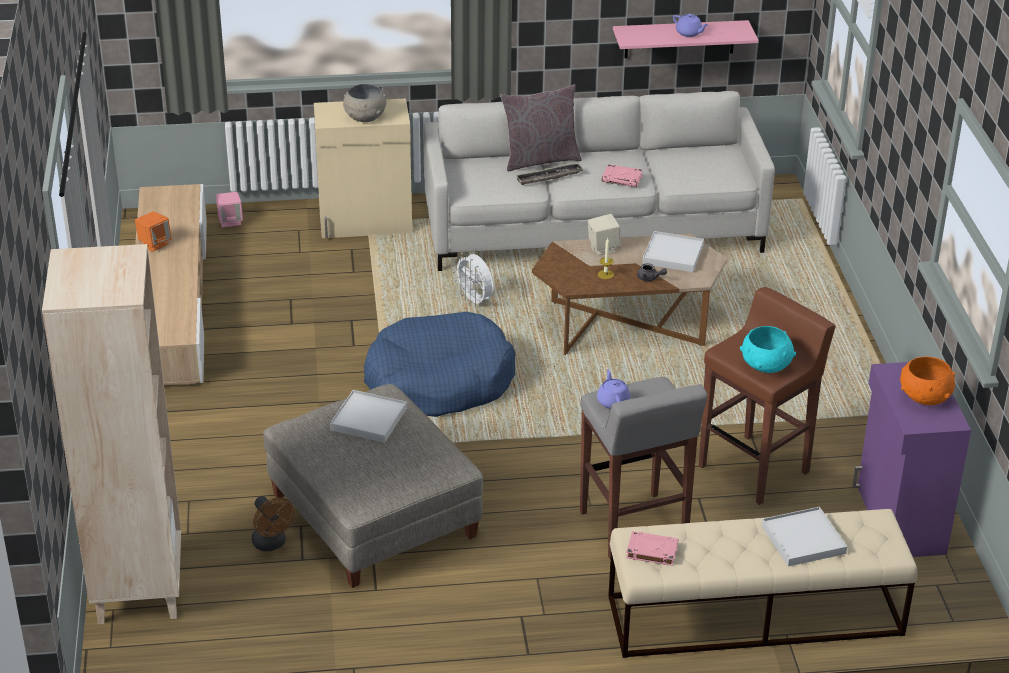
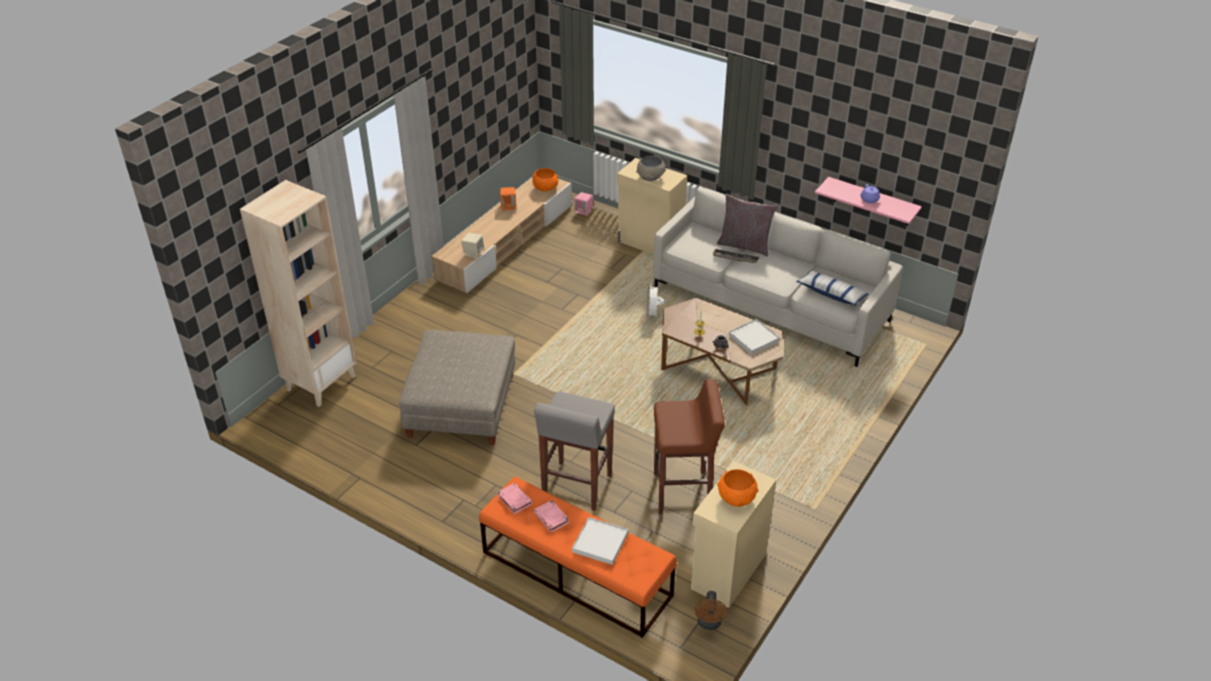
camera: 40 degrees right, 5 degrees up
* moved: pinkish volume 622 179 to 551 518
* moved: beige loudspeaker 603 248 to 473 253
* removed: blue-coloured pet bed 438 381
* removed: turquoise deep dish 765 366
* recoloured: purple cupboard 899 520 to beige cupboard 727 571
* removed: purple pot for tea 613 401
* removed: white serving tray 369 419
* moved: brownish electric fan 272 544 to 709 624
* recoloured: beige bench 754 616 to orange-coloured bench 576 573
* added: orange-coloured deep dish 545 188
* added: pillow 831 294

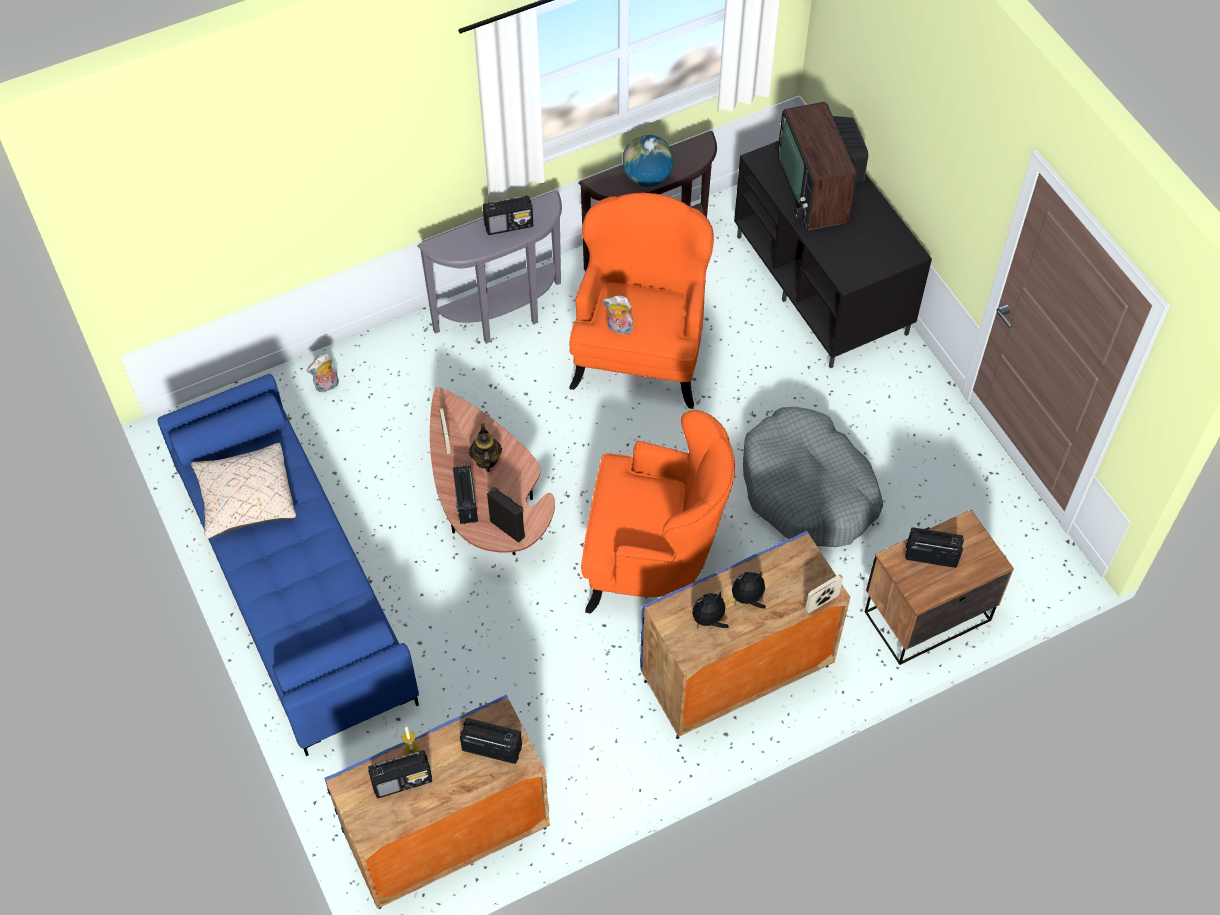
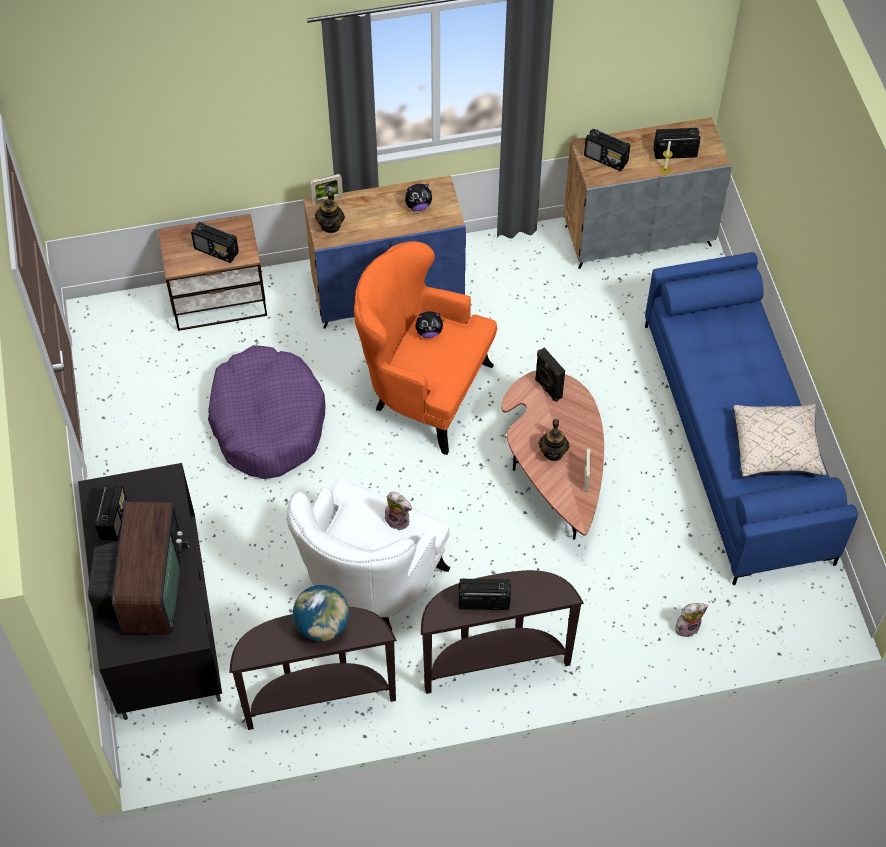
camera: 165 degrees left, 0 degrees up
* recoloured: grey hall table 504 317 to brownish hall table 493 661
* recoloured: orange-coloured easy chair 640 355 to white easy chair 369 586
* recoloured: grey pet bed 808 489 to purple pet bed 267 421
* moved: radio 466 503 to 114 519
* moved: cuddly toy 748 598 to 429 332
* recoloured: blue-coloured cupboard 447 837 to grey cupboard 638 235
* added: pot for tea 330 225

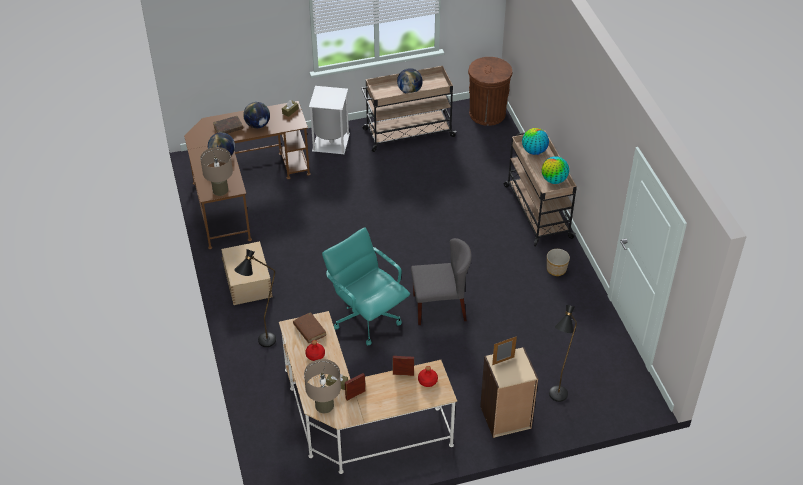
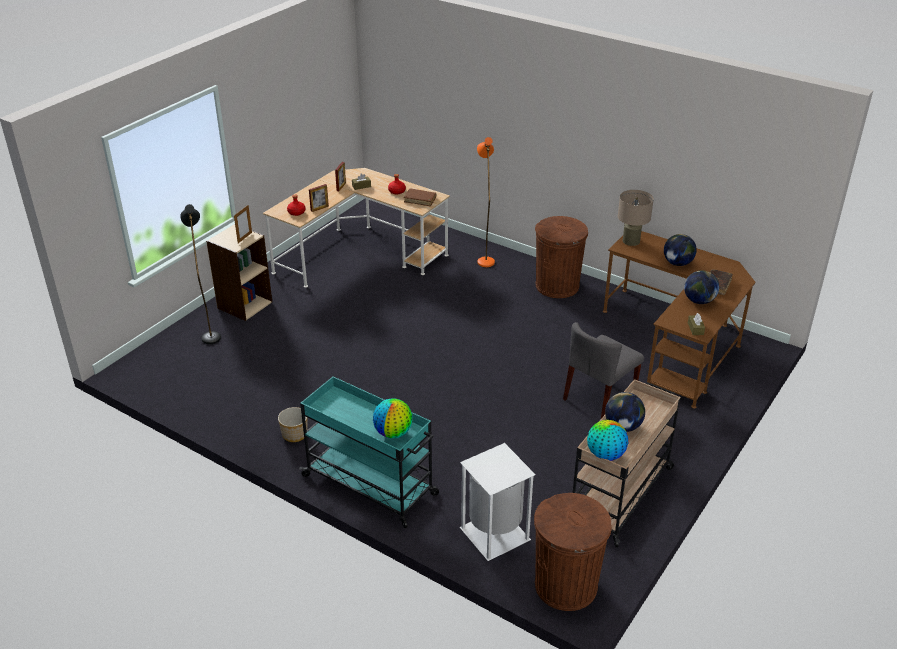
camera: 140 degrees right, 10 degrees down
* moved: white trash can 330 142 to 495 533
* recoloured: beige trolley 537 211 to turquoise trolley 371 485
* moved: globe 554 180 to 605 455
* removed: turquoise computer chair 367 317
* moved: grey chair 440 307 to 599 397
* replaced: beige storage container 248 281 to brownish trash can 557 286
* recoloured: blackish standing lamp 263 345 to orange-coloured standing lamp 484 259
* removed: beige table lamp 324 405

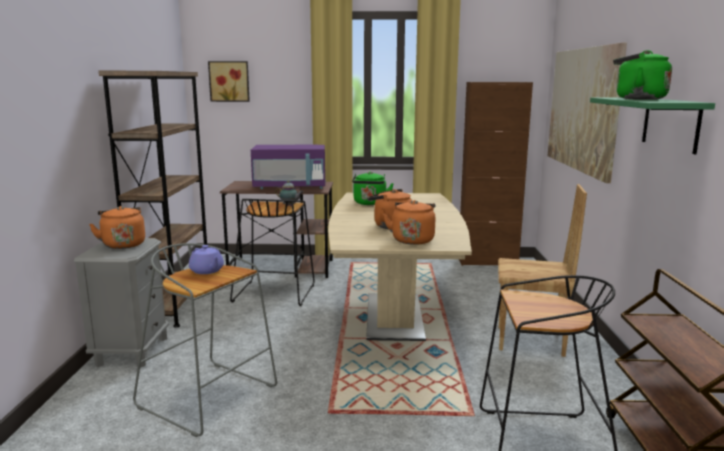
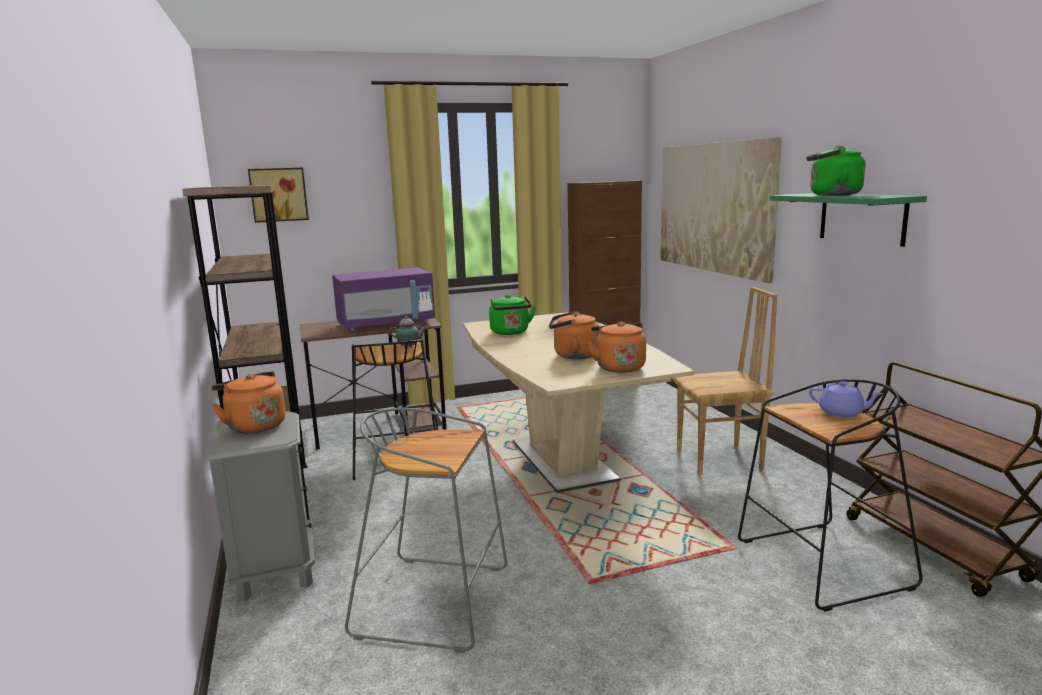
camera: 20 degrees left, 0 degrees up
* moved: purple pot for tea 207 271 to 842 413

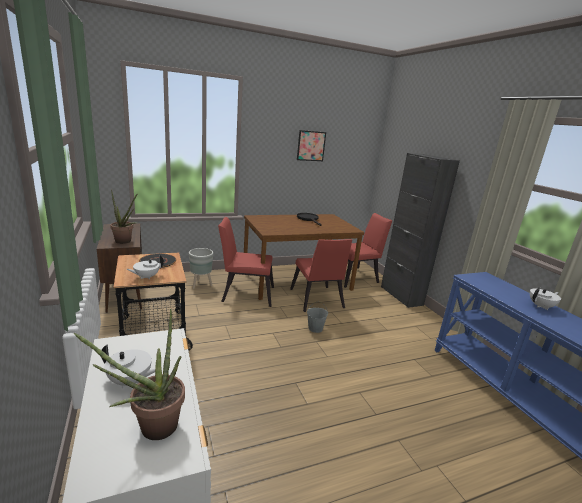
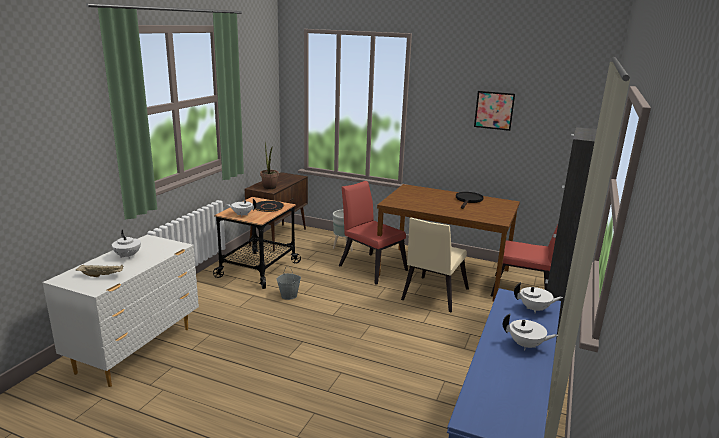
camera: 45 degrees right, 0 degrees up
* recoloured: reddish chair 316 300 to beige chair 432 296
* moved: grey water bucket 315 328 to 289 296
* replaced: potted plant 151 429 to beige serving tray 102 275
* added: white pot for tea 534 309

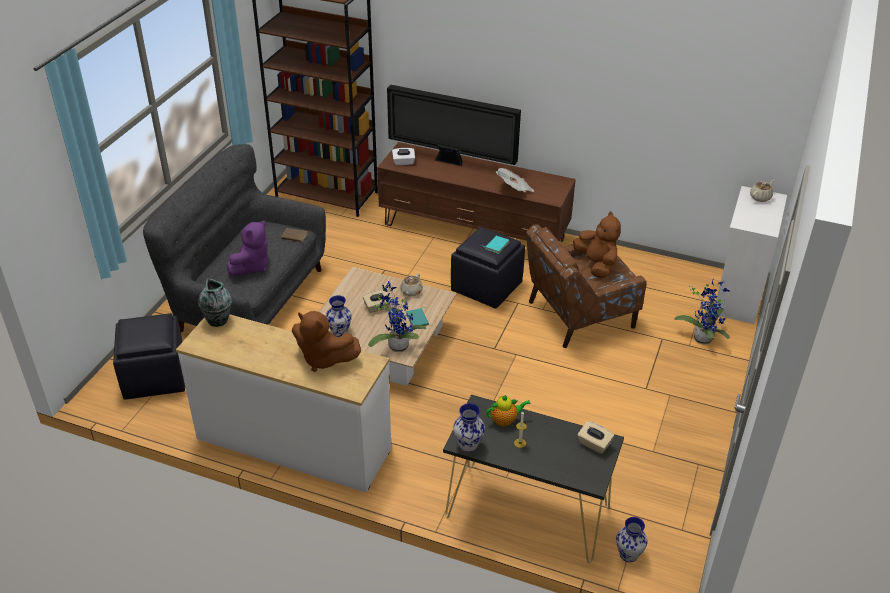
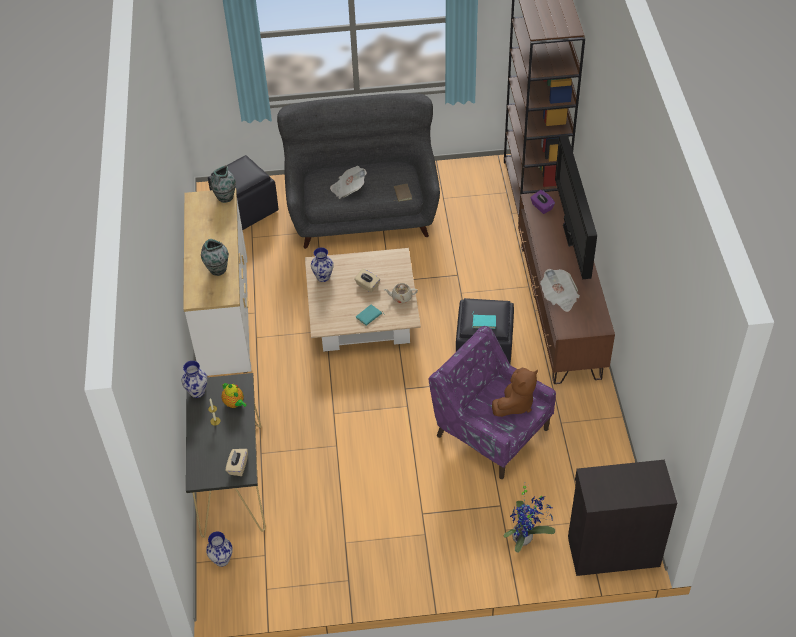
camera: 65 degrees right, 10 degrees up
* recoloured: white tissue holder 403 162 to purple tissue holder 541 207
* removed: beige pot for tea 760 197
* recoloured: white cupboard 737 296 to blackish cupboard 612 550
* replaced: purple cuddly toy 252 266 to daily paper 348 189
* recoloured: brownish easy chair 578 315 to purple easy chair 491 431
* removed: potted plant 396 345
* replaced: brownish cuddly toy 323 359 to flower vase 217 269

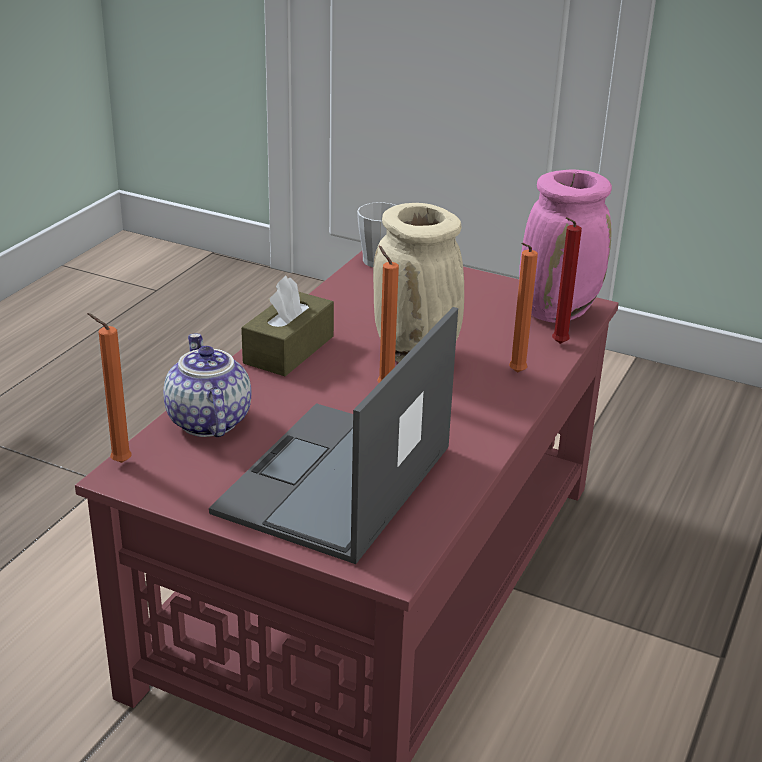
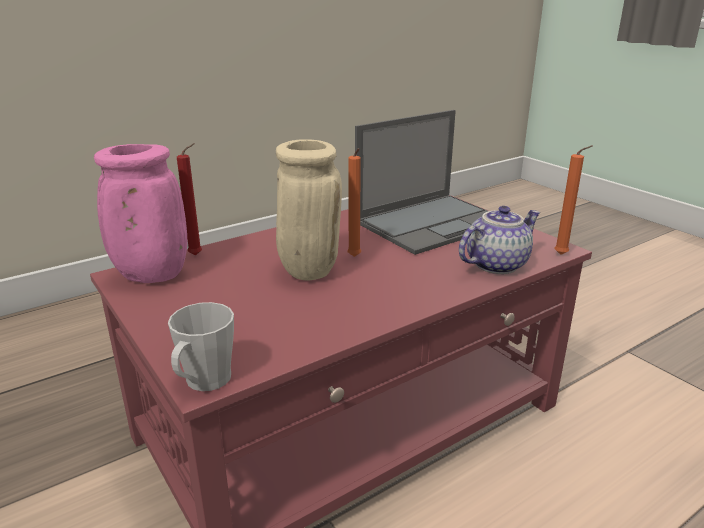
camera: 150 degrees left, 5 degrees down
* removed: orange-coloured wax candle 515 373
* removed: brownish tissue holder 289 350
* turned: pot for tea 206 421 = 496 264 135 degrees counterclockwise

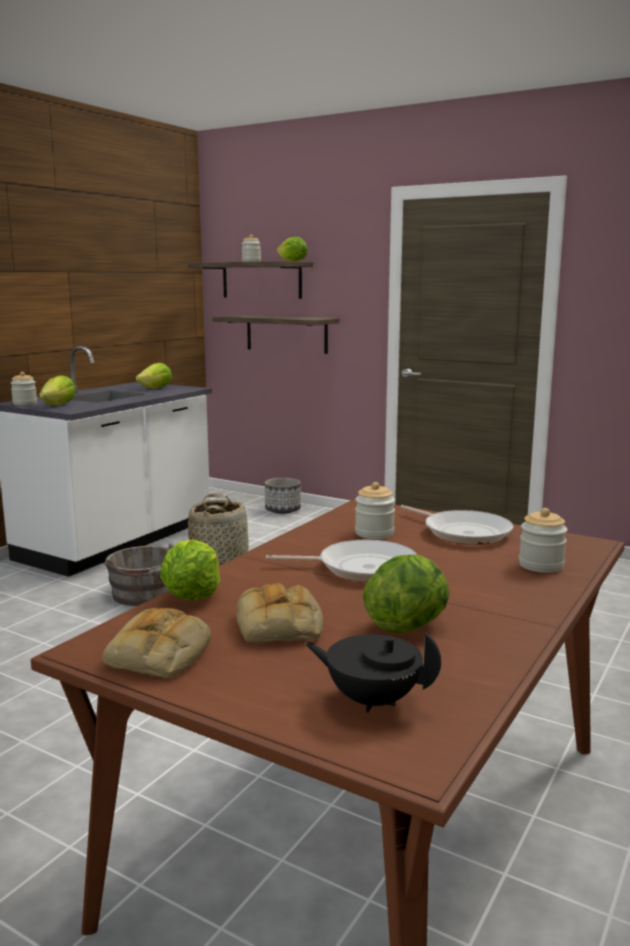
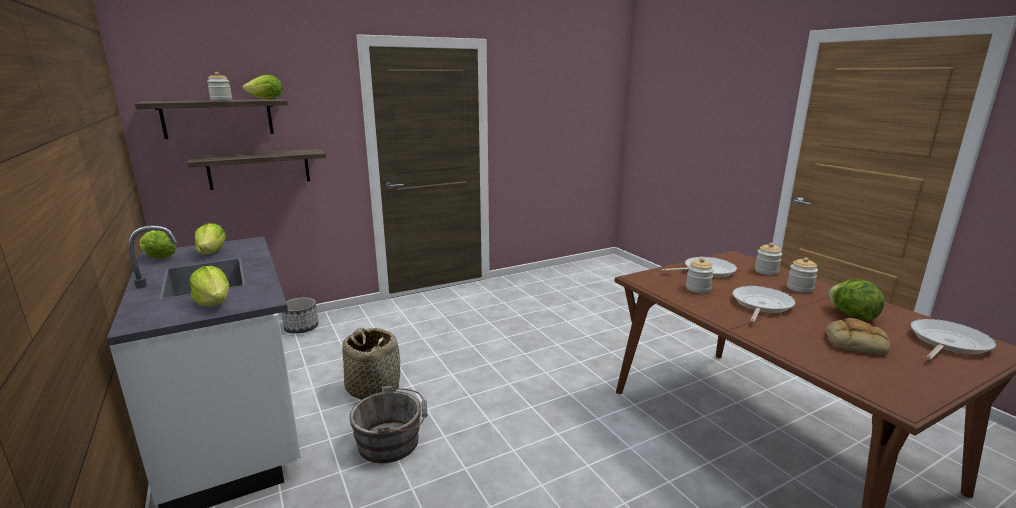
camera: 60 degrees left, 5 degrees up
* moved: storage jar 25 403 to 799 288
* moved: lettuce 192 595 to 159 258
* removed: bread 160 655
* replaced: blackish pot for tea 372 700 to pan 947 343

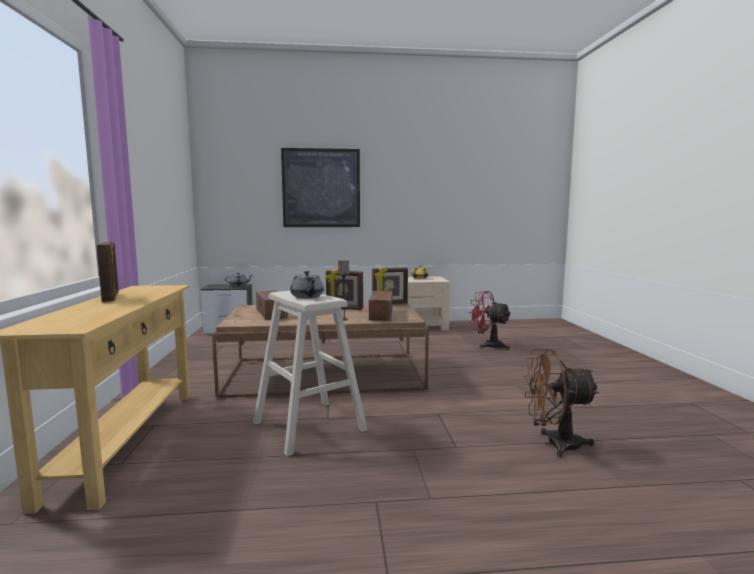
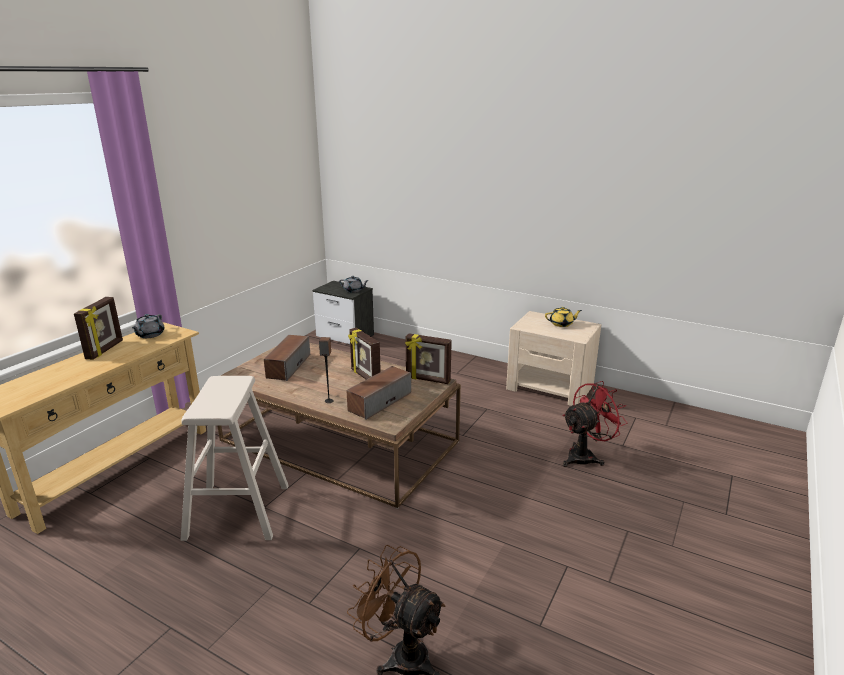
camera: 35 degrees right, 15 degrees up
* removed: wall picture 321 188
* moved: grey pot for tea 307 297 to 149 335
* turned: reddish electric fan 488 345 = 585 456 75 degrees clockwise

